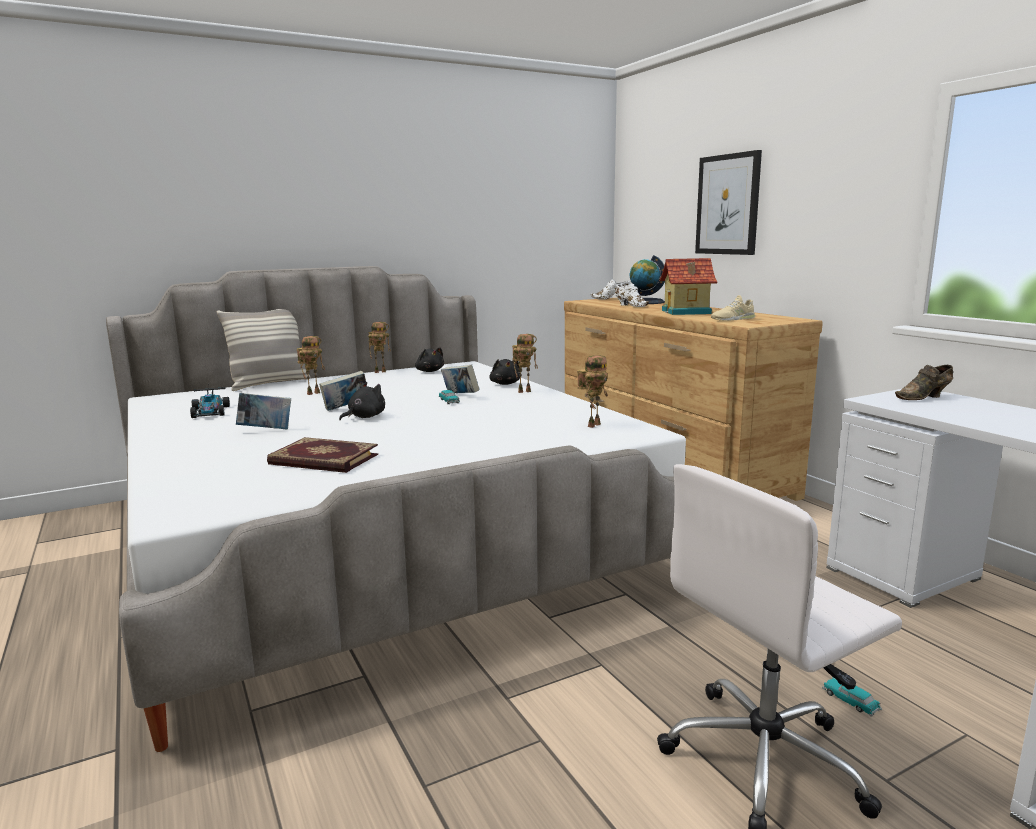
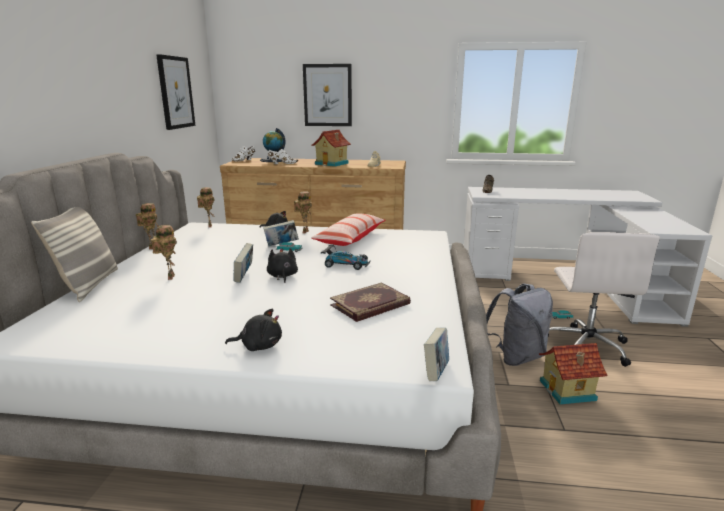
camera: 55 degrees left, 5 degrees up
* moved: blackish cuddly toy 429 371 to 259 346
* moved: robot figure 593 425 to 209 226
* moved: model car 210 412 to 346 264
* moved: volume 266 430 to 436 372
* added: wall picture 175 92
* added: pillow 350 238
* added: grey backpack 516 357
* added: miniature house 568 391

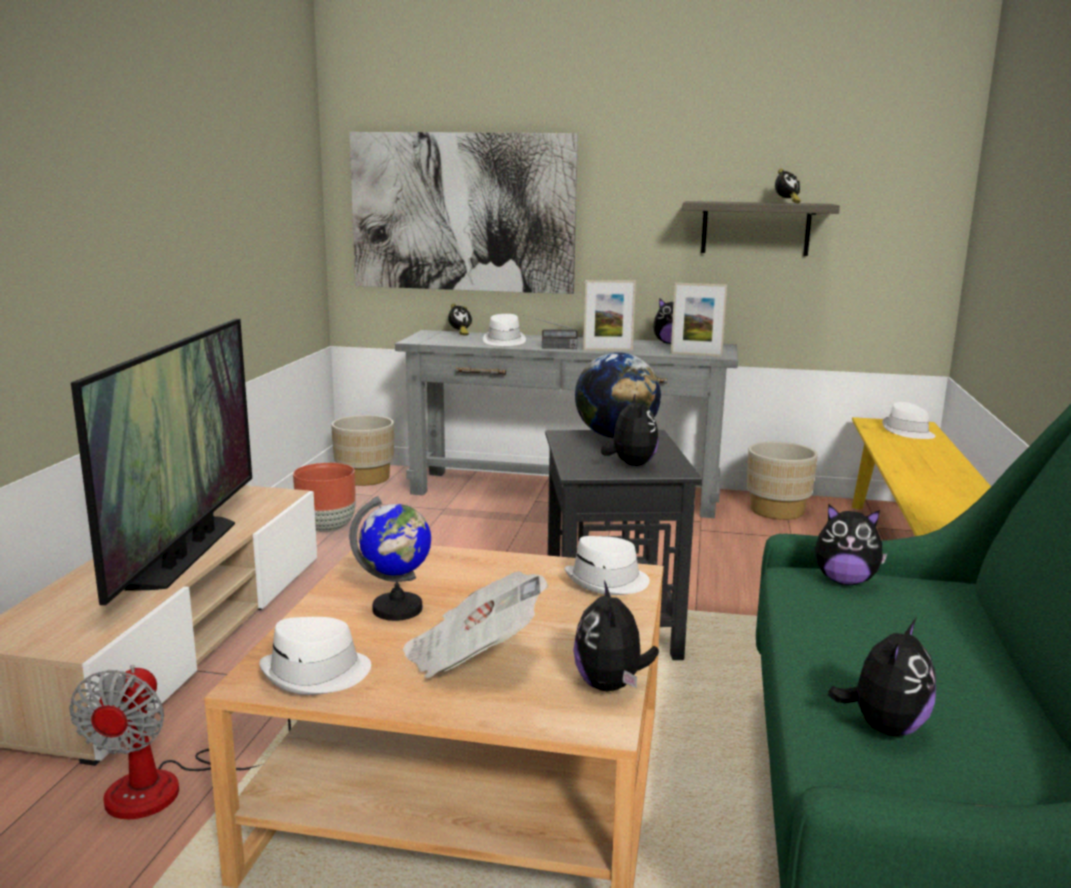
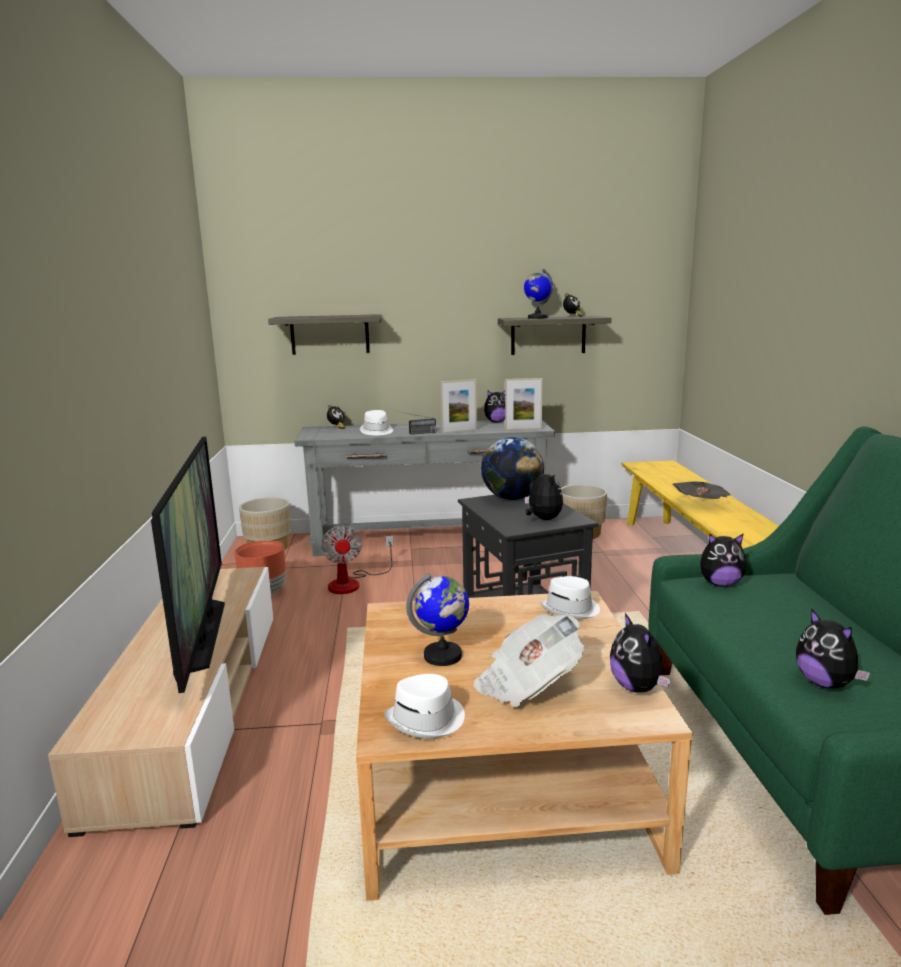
camera: 15 degrees left, 0 degrees up
* replaced: wall picture 463 212 to wall shelf 330 334
* removed: white clothing hat 907 432
* turned: cuddly toy 884 727 = 825 683 135 degrees clockwise
* moved: electric fan 170 786 to 352 583
* added: globe 537 318
* added: daily paper 700 505

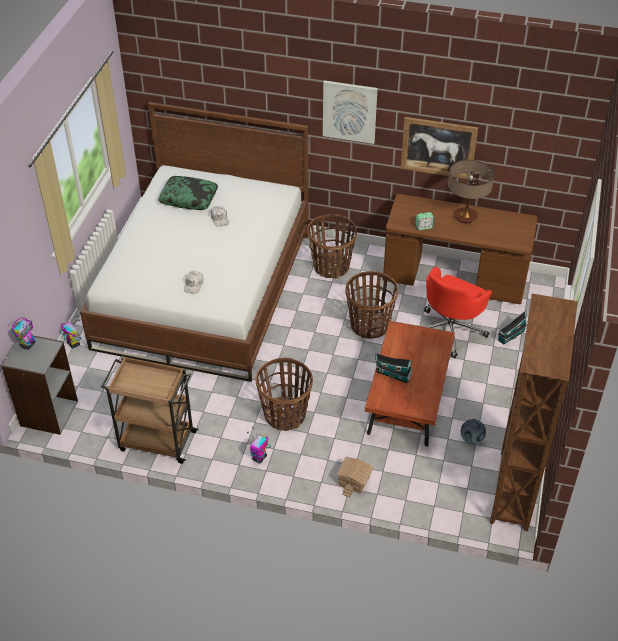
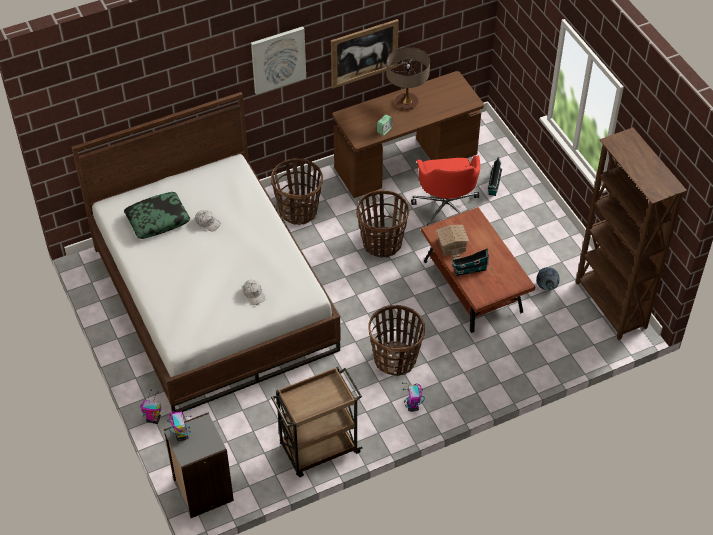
camera: 40 degrees left, 5 degrees up
* moved: miniature house 353 480 to 451 245

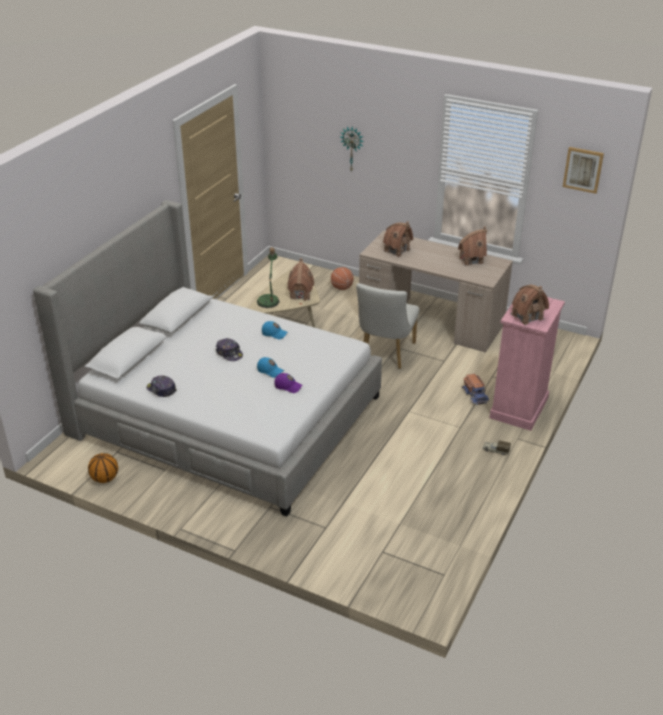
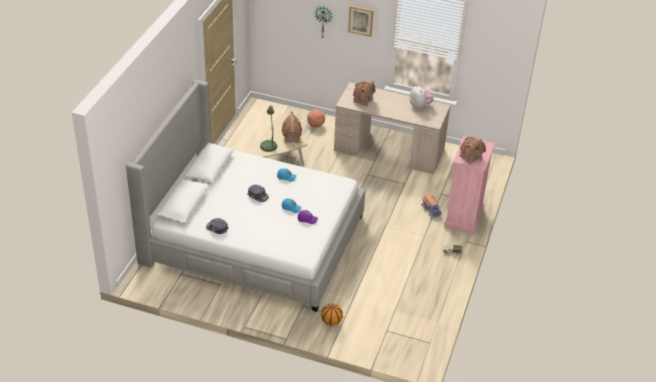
camera: 10 degrees left, 5 degrees up
* moved: wall picture 583 169 to 360 20
* replaced: miniature house 471 260 to cuddly toy 420 106
* removed: white chair 385 354
* moved: basketball 105 479 to 331 322

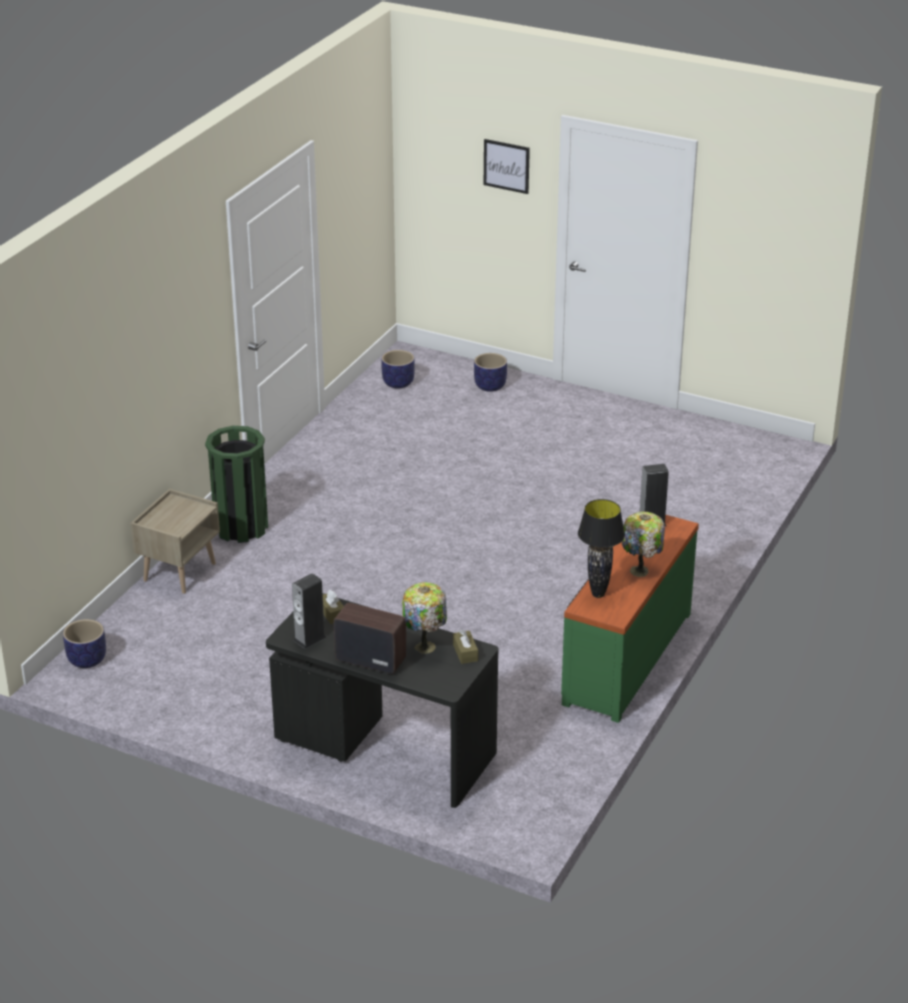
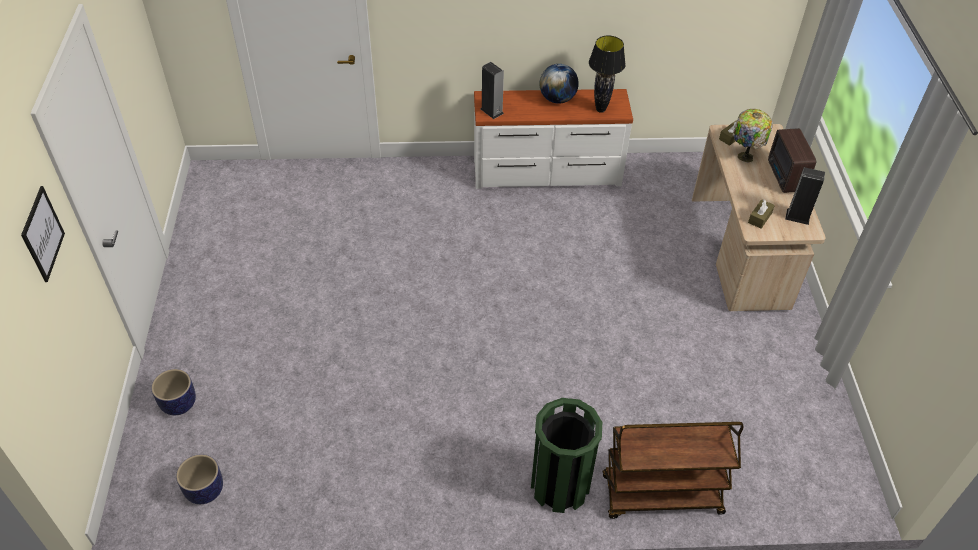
camera: 120 degrees left, 15 degrees up
* replaced: beige nightstand 179 571 to brownish trolley 661 495
* replaced: table lamp 640 572 to globe 557 99
* recoloured: greenish dresser 625 657 to white dresser 547 173
* recoloured: blackish desk unit 384 749 to beige desk unit 741 252
* removed: planter 86 660

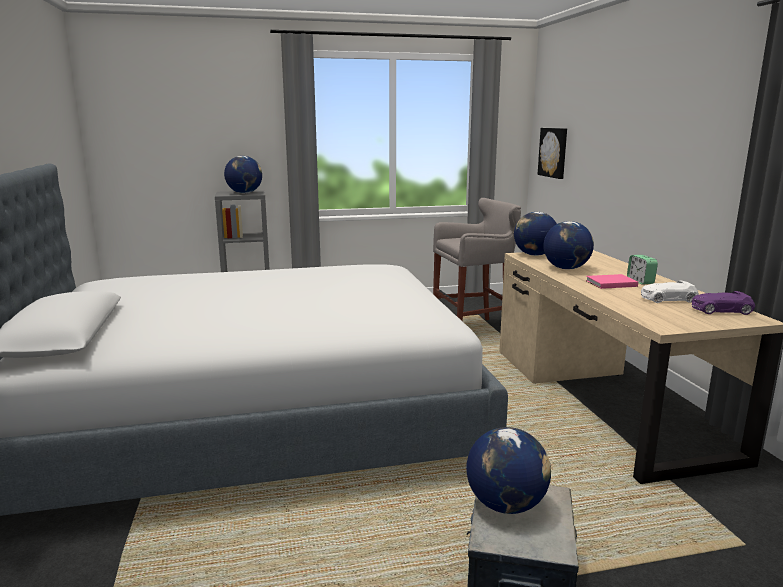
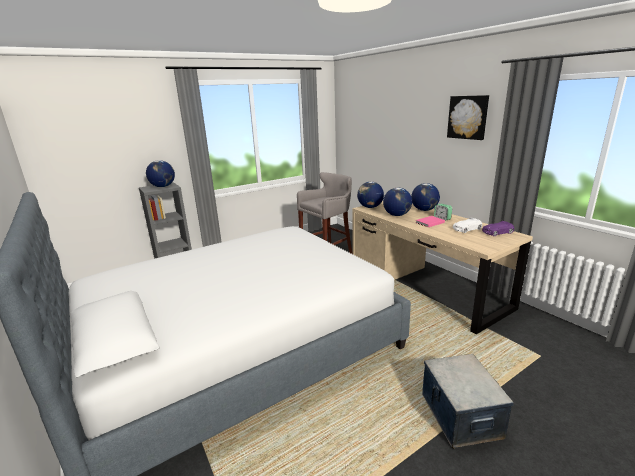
camera: 20 degrees left, 5 degrees up
* moved: wall picture 554 152 to 468 117
* moved: globe 506 505 to 424 210

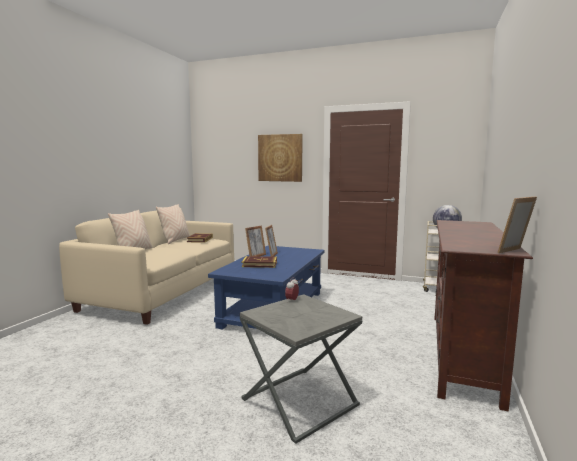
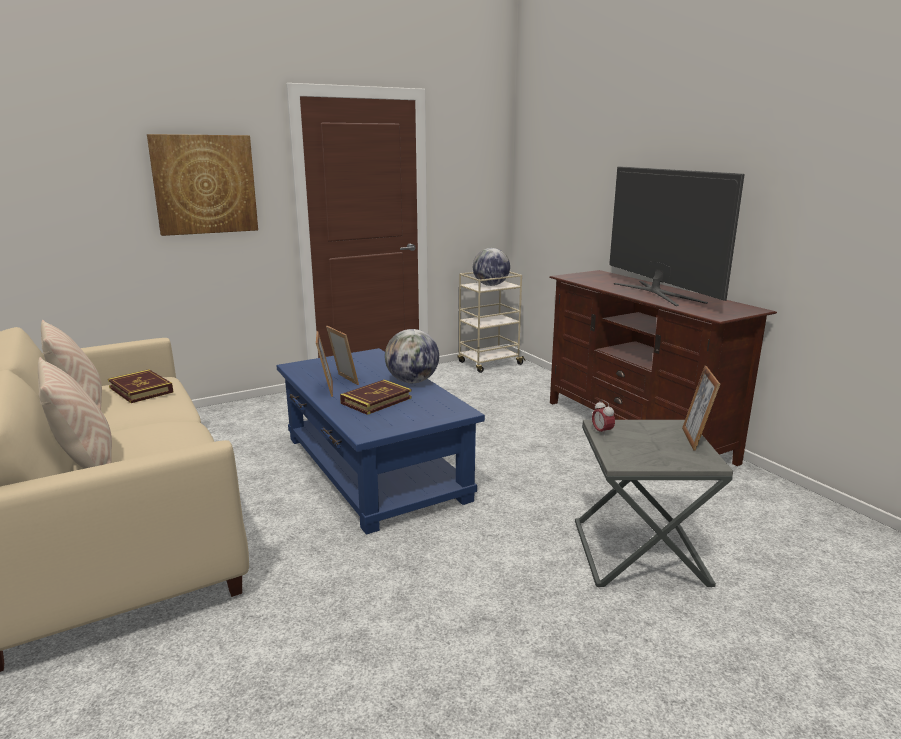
camera: 50 degrees left, 10 degrees up
* moved: picture frame 514 251 to 695 439
* added: TV 658 293
* added: globe 412 381

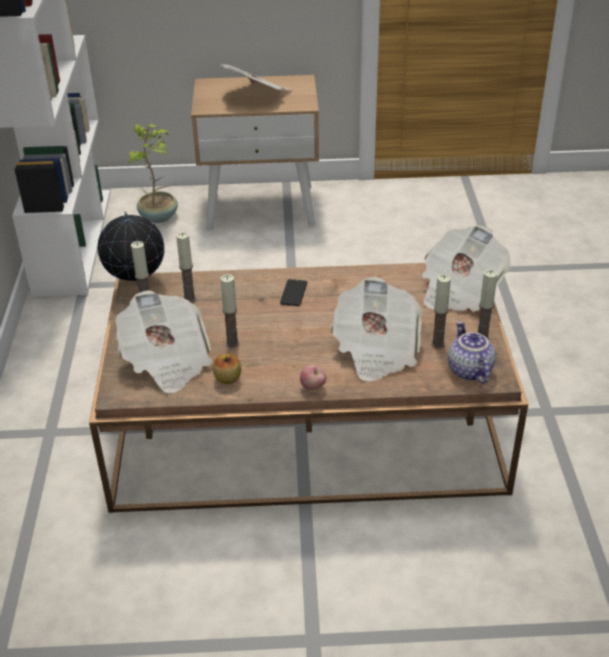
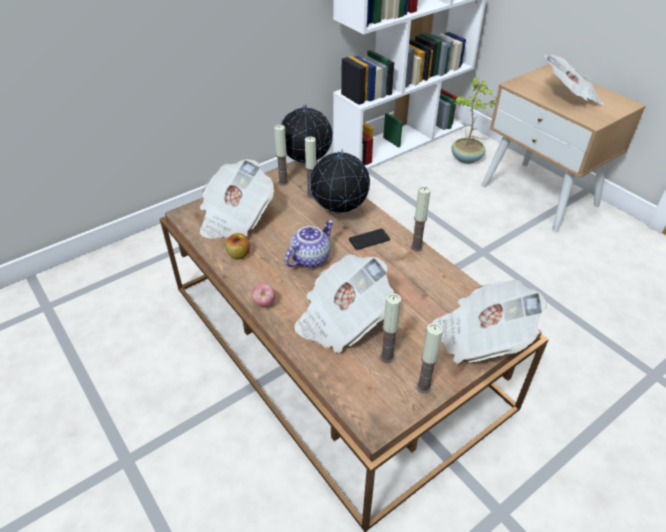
camera: 55 degrees right, 5 degrees up
* moved: wax candle 232 343 to 416 247
* moved: pot for tea 468 370 to 309 258
* added: globe 339 213

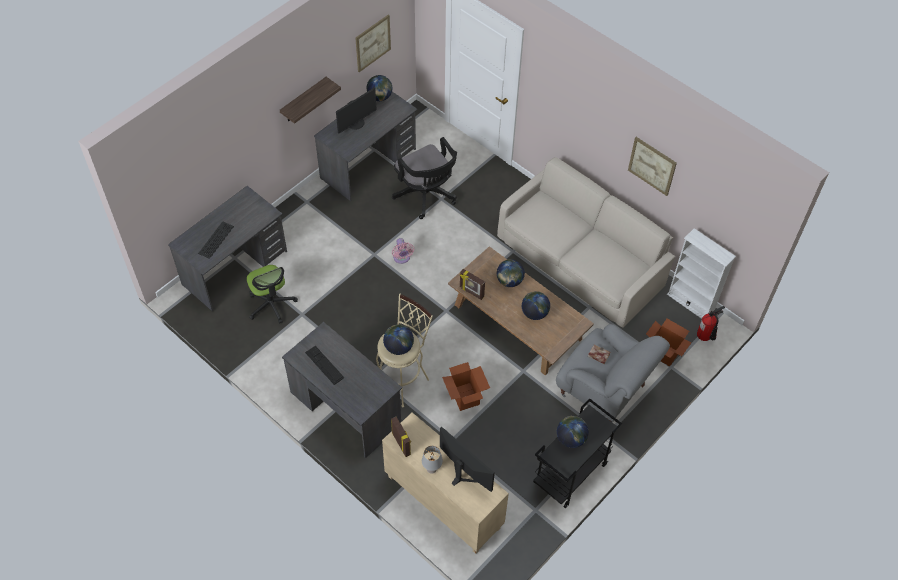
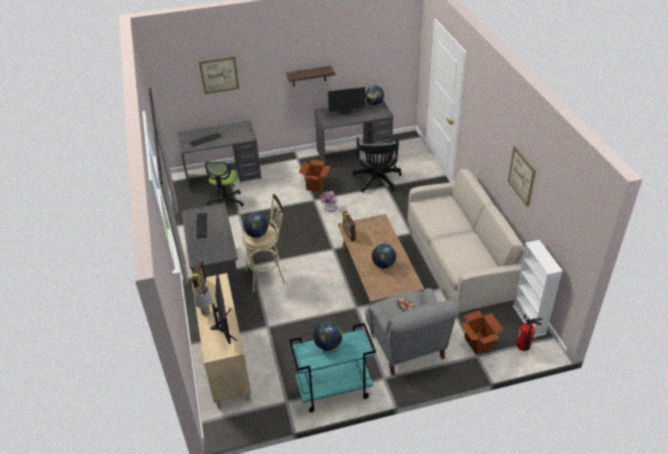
camera: 35 degrees right, 15 degrees down
* moved: wall picture 373 43 to 219 75
* removed: globe 509 281
* moved: carton 465 397 to 315 185
* recoloured: blackish trolley 570 474 to turquoise trolley 333 391

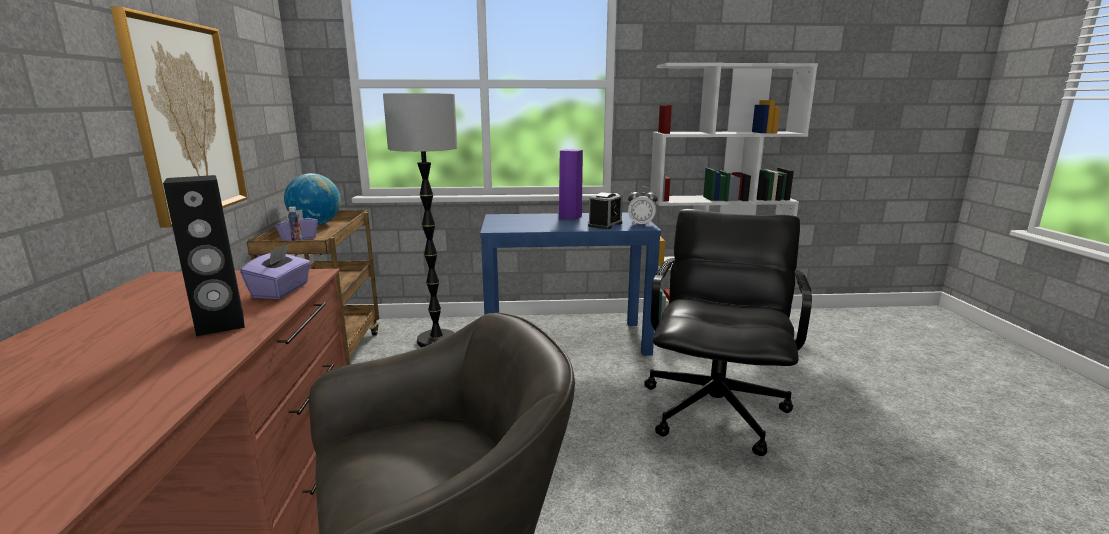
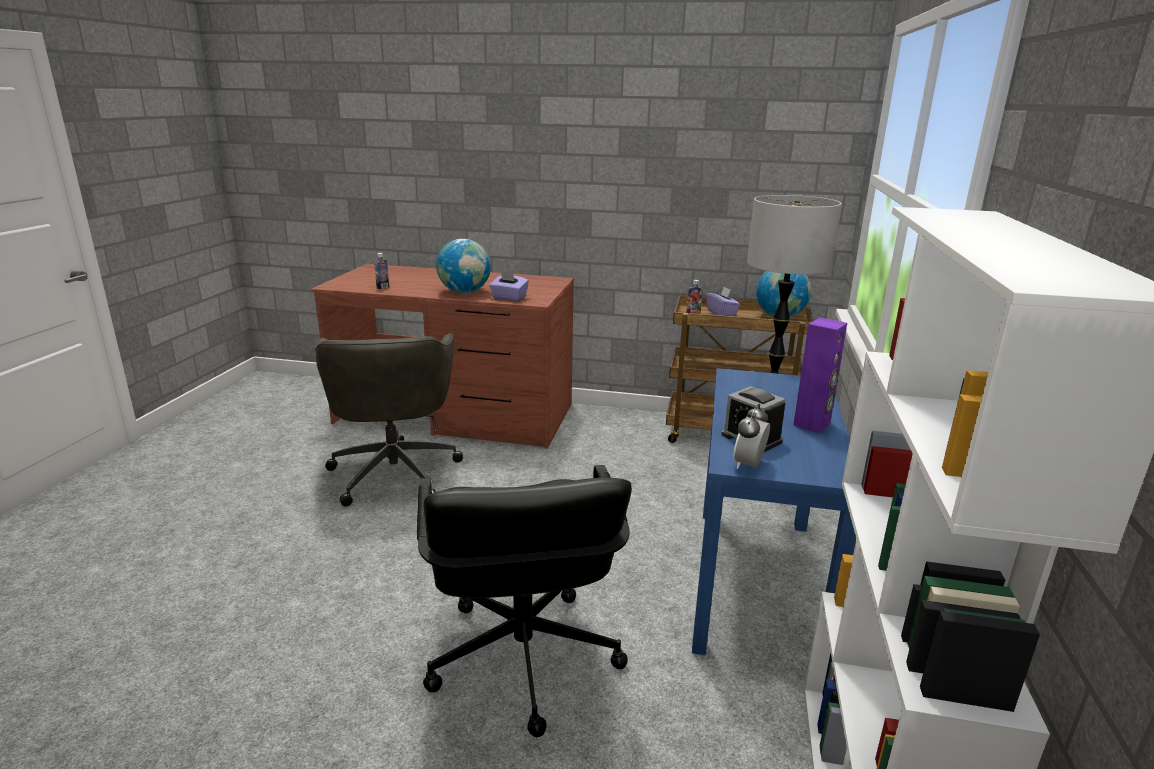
camera: 105 degrees right, 5 degrees up
* removed: wall picture 186 120
* replaced: blackish loudspeaker 221 325 to globe 464 292
* turned: blackish computer chair 716 410 = 522 659 45 degrees clockwise
* added: bottle 383 288

